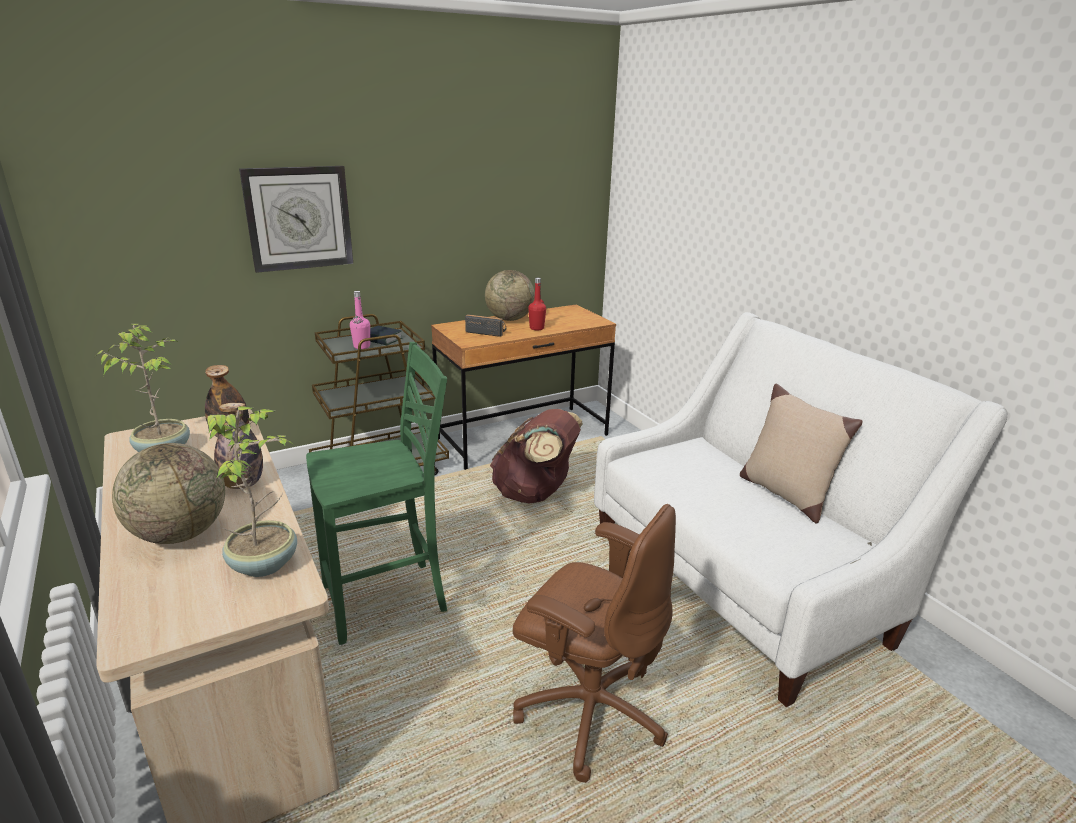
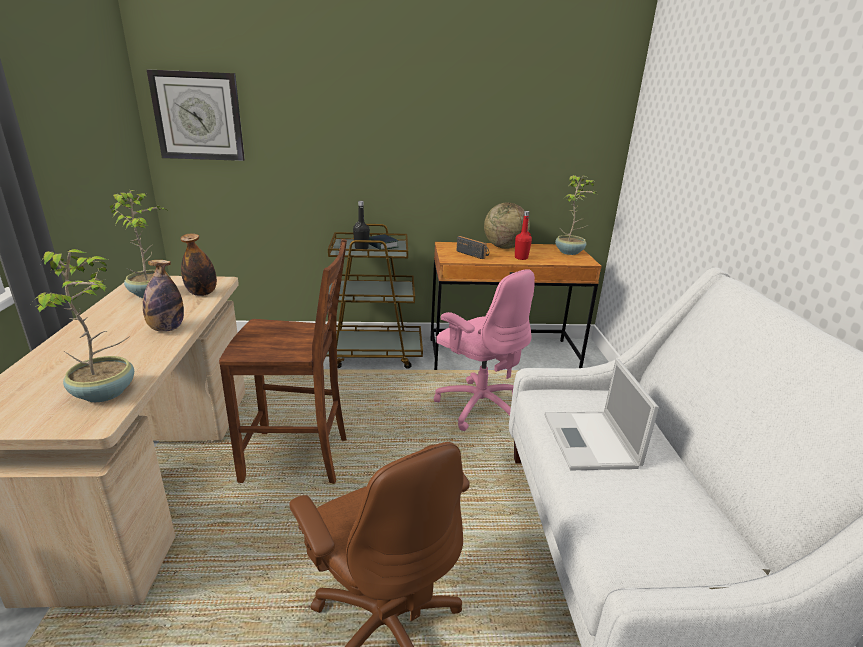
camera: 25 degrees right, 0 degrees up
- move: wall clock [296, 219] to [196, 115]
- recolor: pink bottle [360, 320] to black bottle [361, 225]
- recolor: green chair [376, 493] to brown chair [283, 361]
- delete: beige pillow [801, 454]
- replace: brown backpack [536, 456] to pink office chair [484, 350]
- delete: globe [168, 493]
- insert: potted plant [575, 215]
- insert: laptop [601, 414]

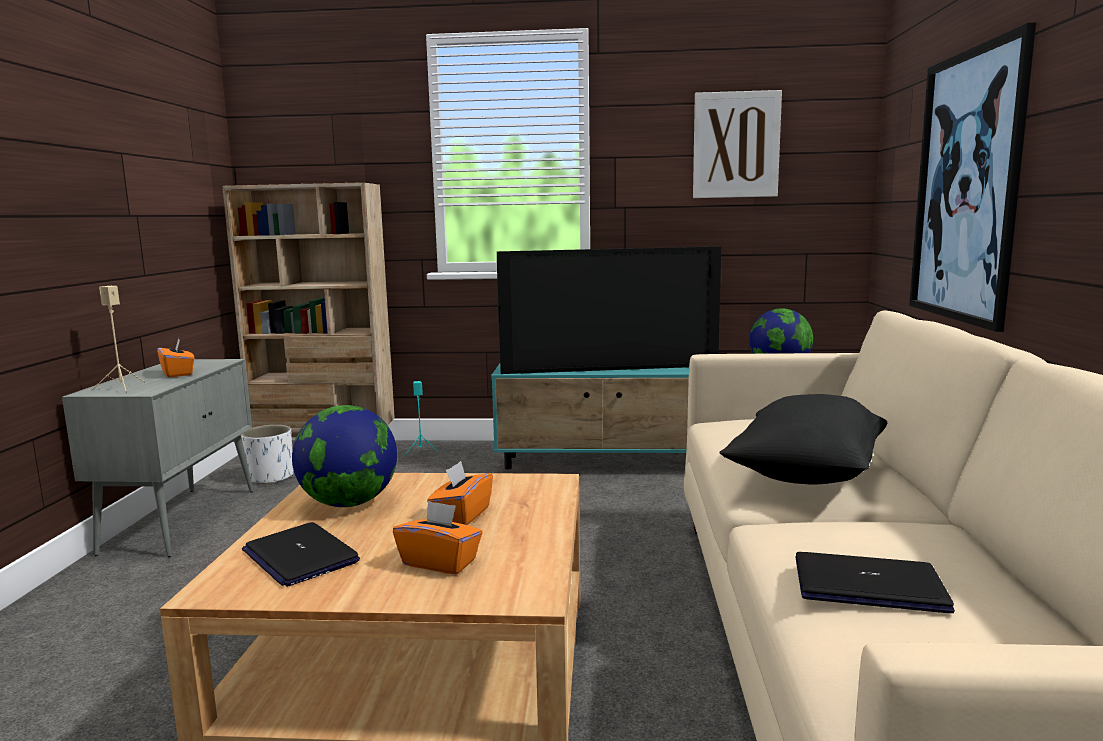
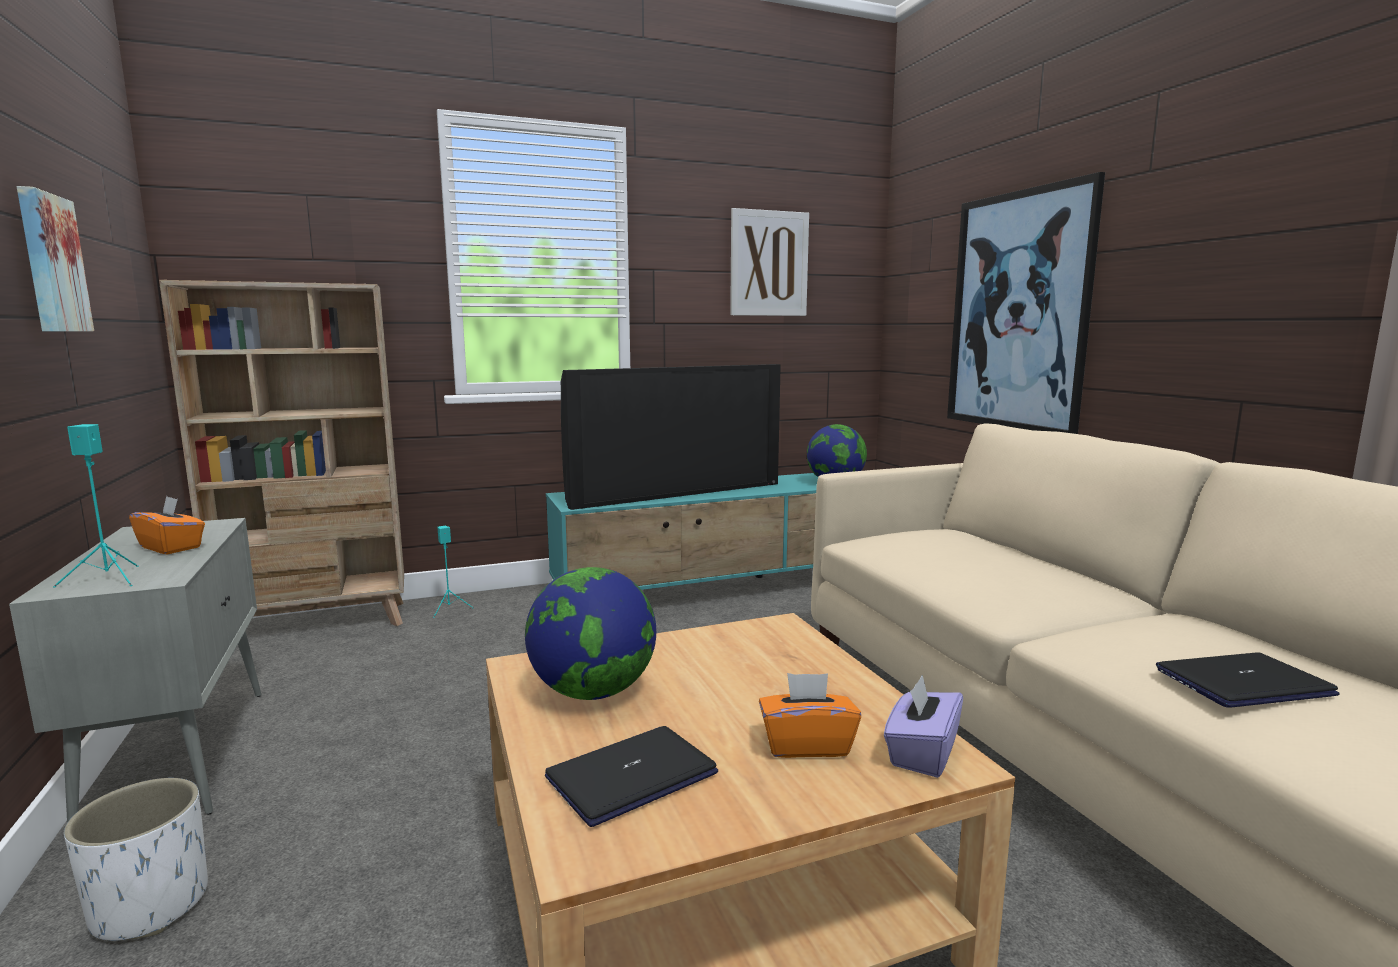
camera: 25 degrees left, 0 degrees up
- recolor: beige speaker [119, 340] to turquoise speaker [96, 506]
- delete: black pillow [803, 439]
- move: white planter [267, 455] to [136, 859]
- delete: orange tissue box [460, 493]
- rotate: laptop [301, 554] = [631, 776] 120 degrees clockwise
- insert: picture [55, 259]
- insert: purple tissue box [923, 726]

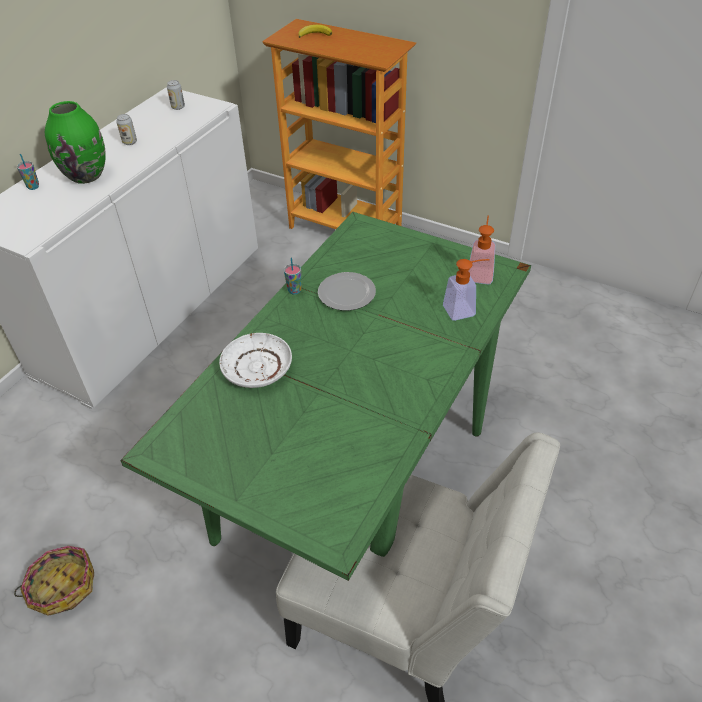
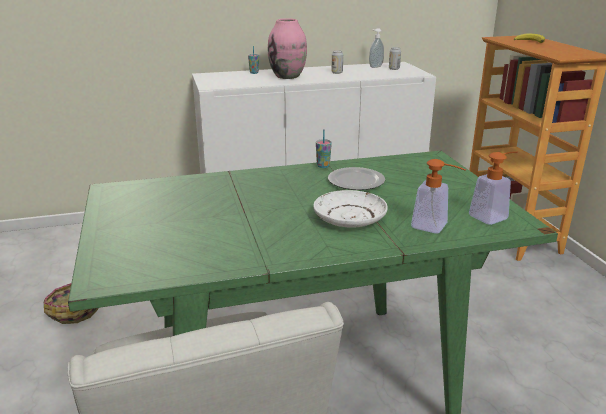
camera: 45 degrees right, 20 degrees down
- recolor: green vase [75, 142] to pink vase [287, 48]
- move: white plate [255, 360] to [350, 209]
- insert: soap dispenser [376, 48]

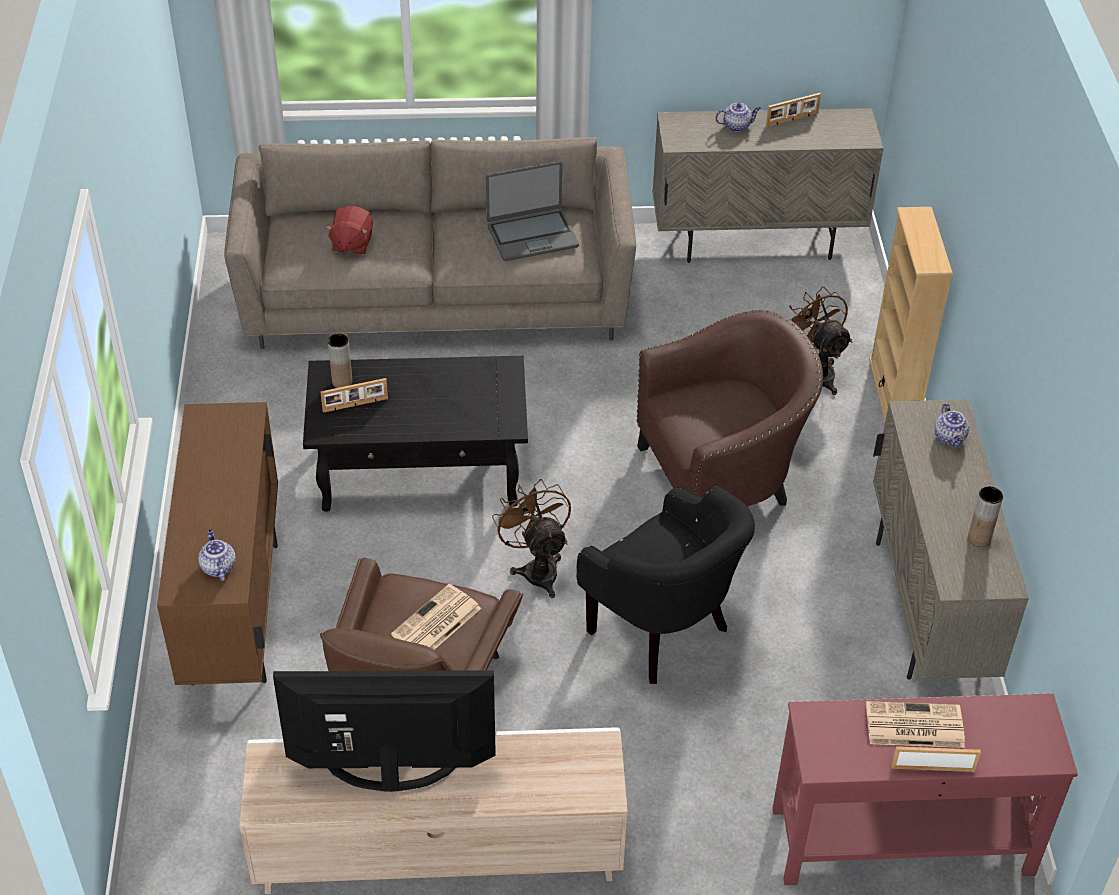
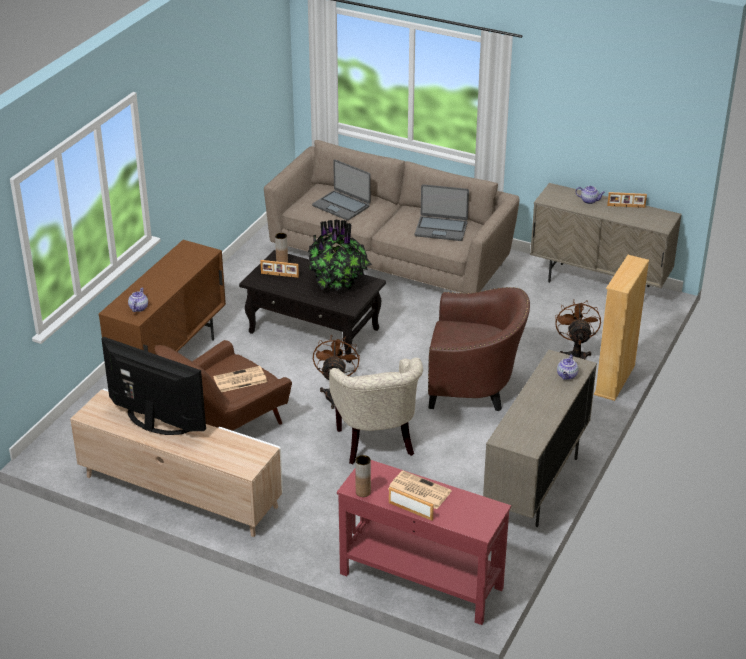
camera: 30 degrees right, 10 degrees down
- replace: red plush toy [349, 230] to laptop [341, 190]
- recolor: black armchair [665, 585] to beige armchair [376, 411]
- move: brown vase [985, 516] to [363, 476]
- insert: potted plant [340, 255]

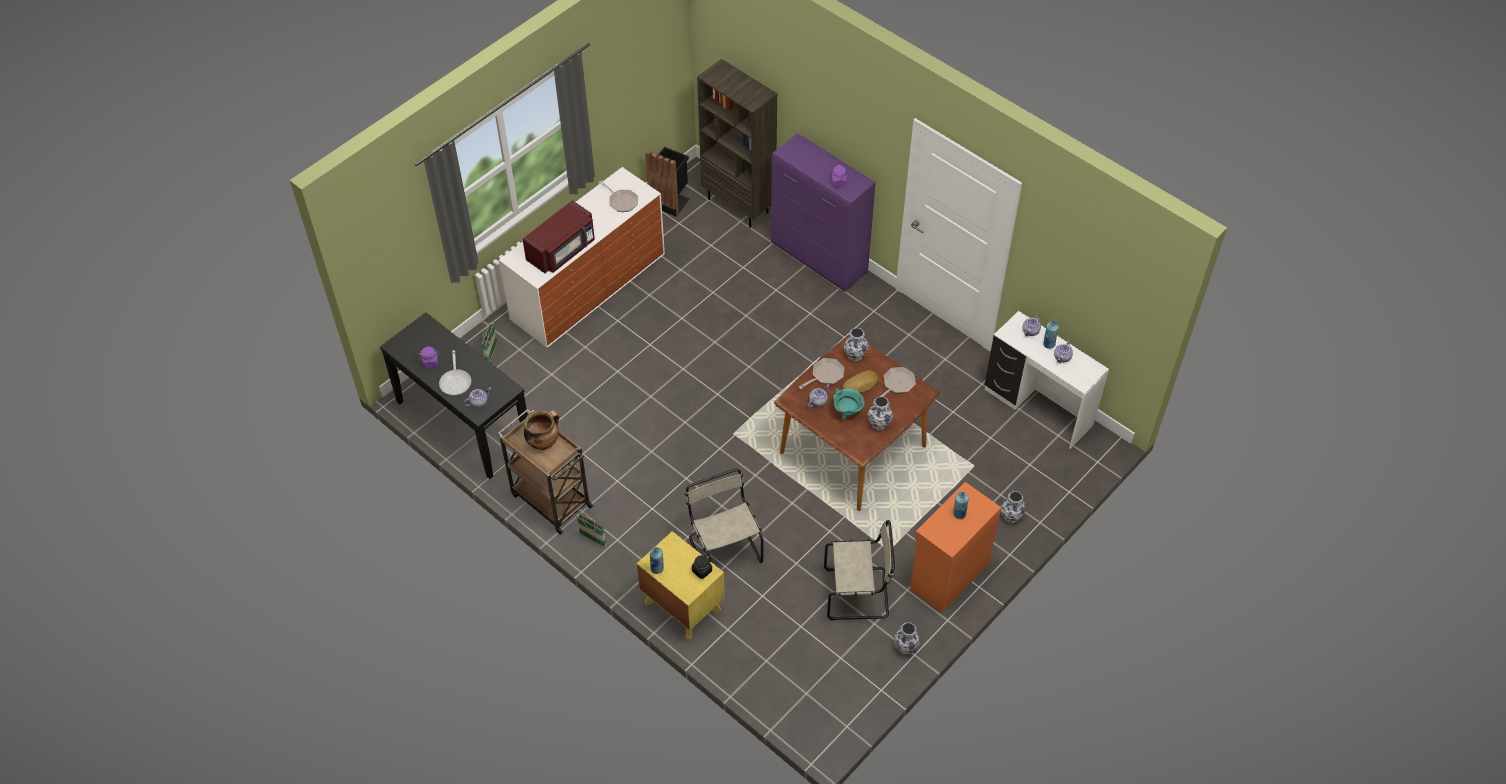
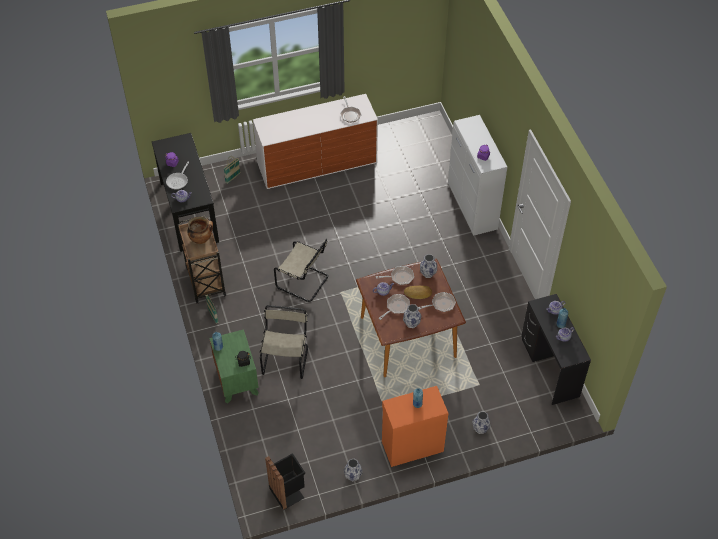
camera: 30 degrees right, 0 degrees up
- delete: brown bookcase [737, 143]
- recolor: purple cabinet [823, 212] to white cabinet [477, 175]
- move: black trash can [667, 182] to [285, 481]
- delete: red microwave [558, 236]
- recolor: white desk [1047, 380] to black desk [556, 349]
- replace: turquoise cooking pot [848, 403] to frying pan [394, 307]
- move: beige chair [859, 570] to [301, 270]
- recolor: yellow nightstand [681, 585] to green nightstand [234, 366]

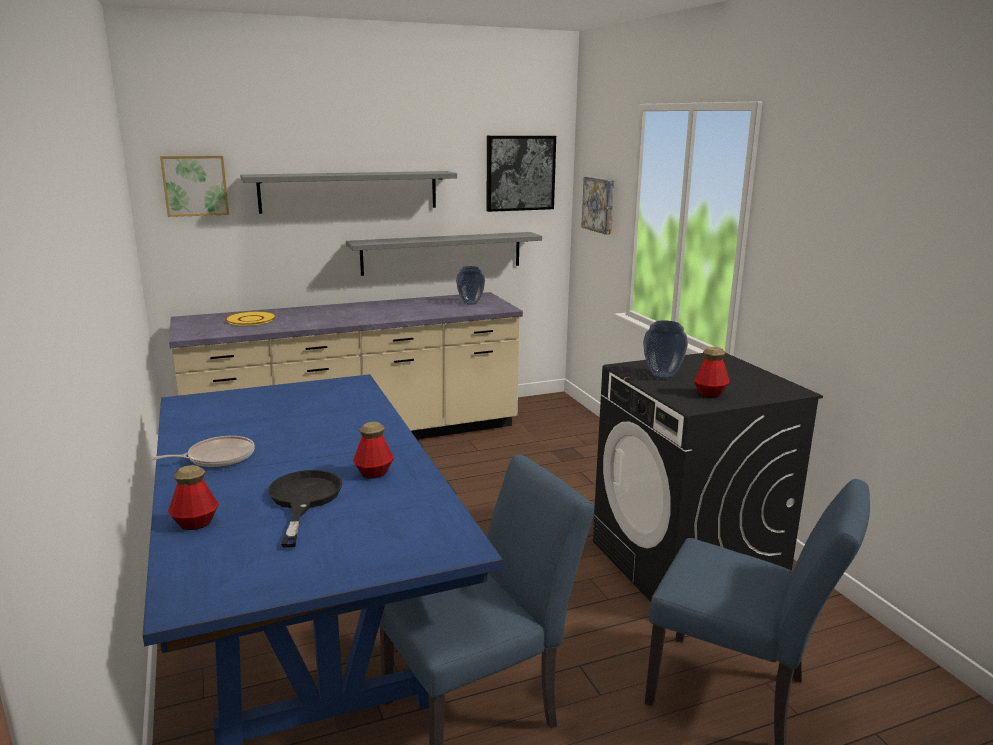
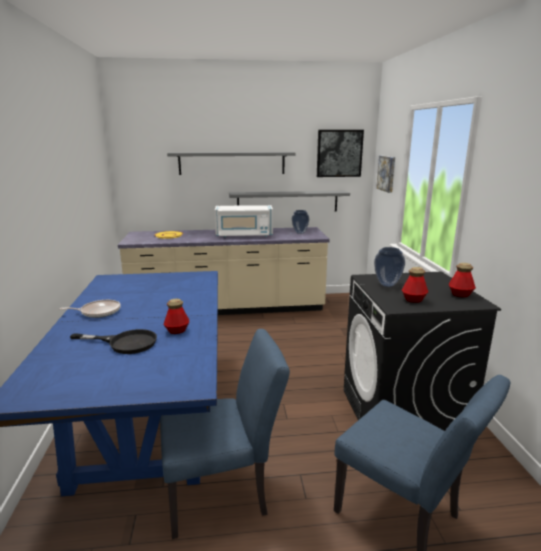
camera: 15 degrees right, 0 degrees up
- delete: picture [194, 186]
- move: bottle [193, 497] to [462, 280]
- rotate: black frying pan [305, 509] = [113, 341] 90 degrees clockwise
- insert: white microwave [244, 221]

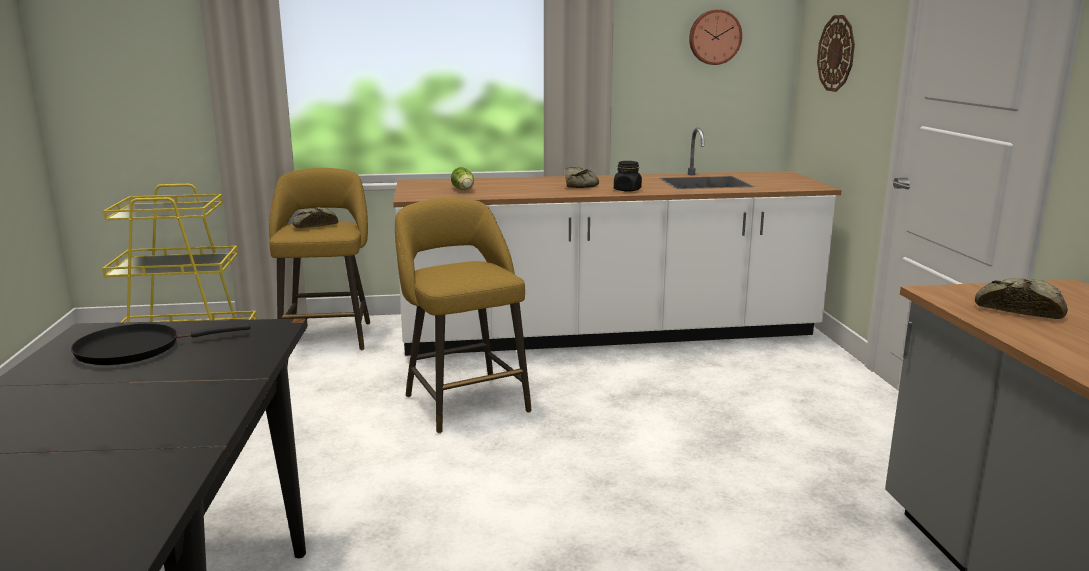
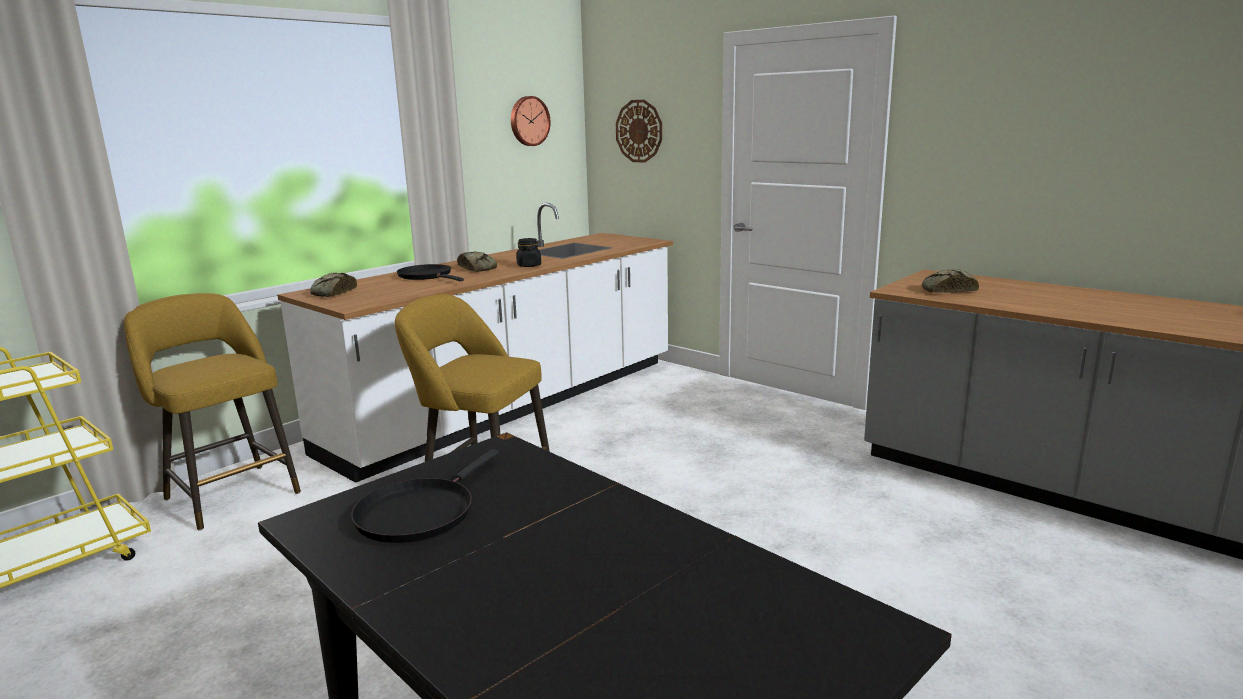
camera: 40 degrees left, 0 degrees up
- delete: lettuce [462, 178]
- move: bread [315, 217] to [333, 285]
- insert: black frying pan [430, 272]

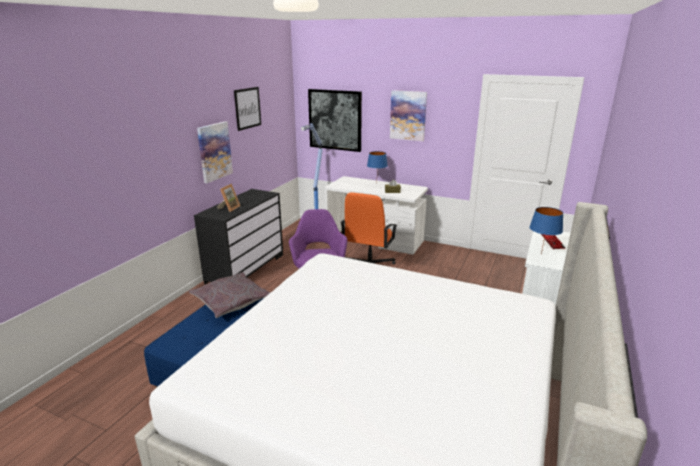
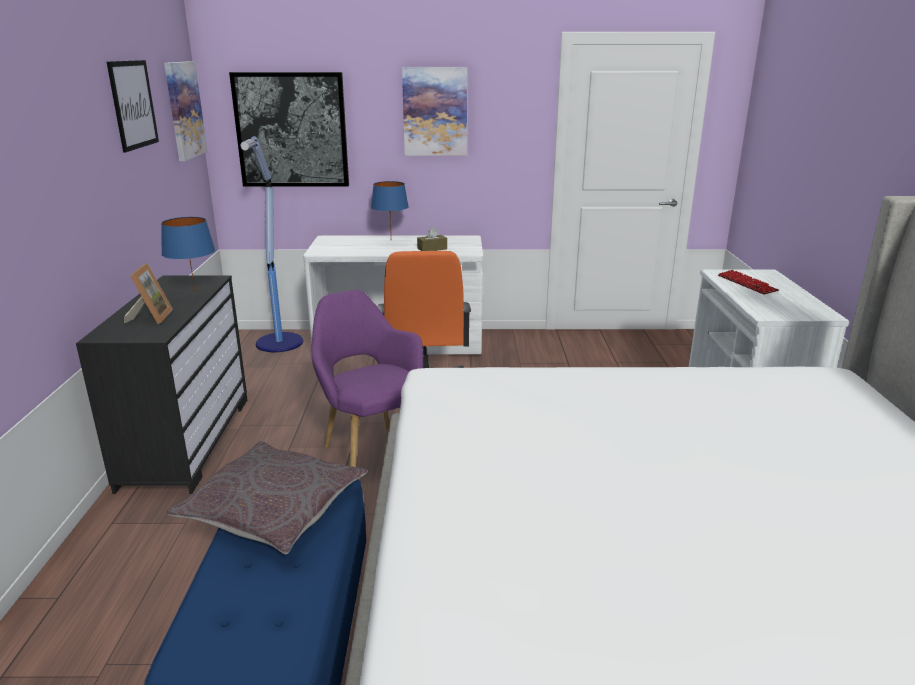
camera: 25 degrees left, 0 degrees up
- move: picture [215, 152] to [186, 111]
- move: blue table lamp [546, 231] to [188, 256]

